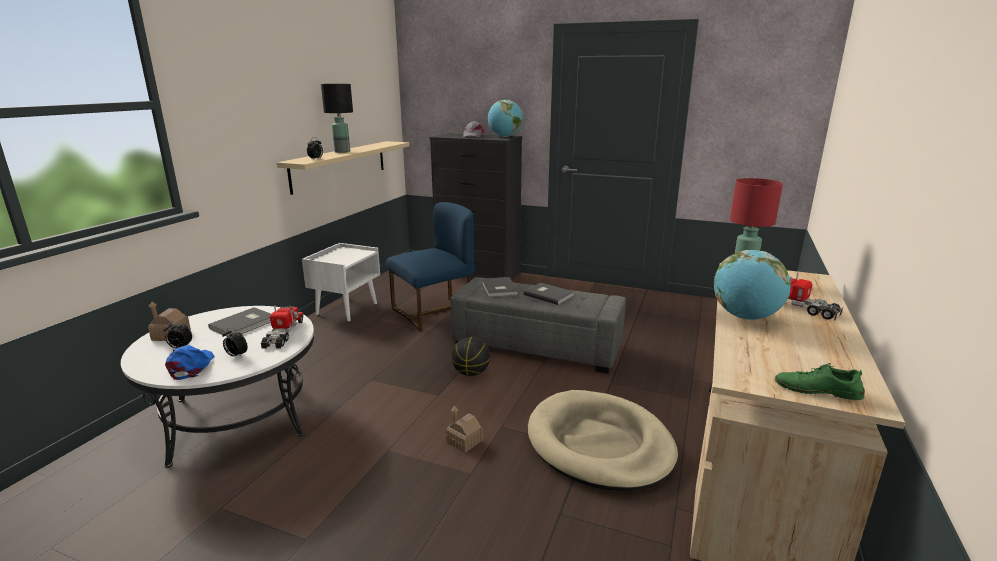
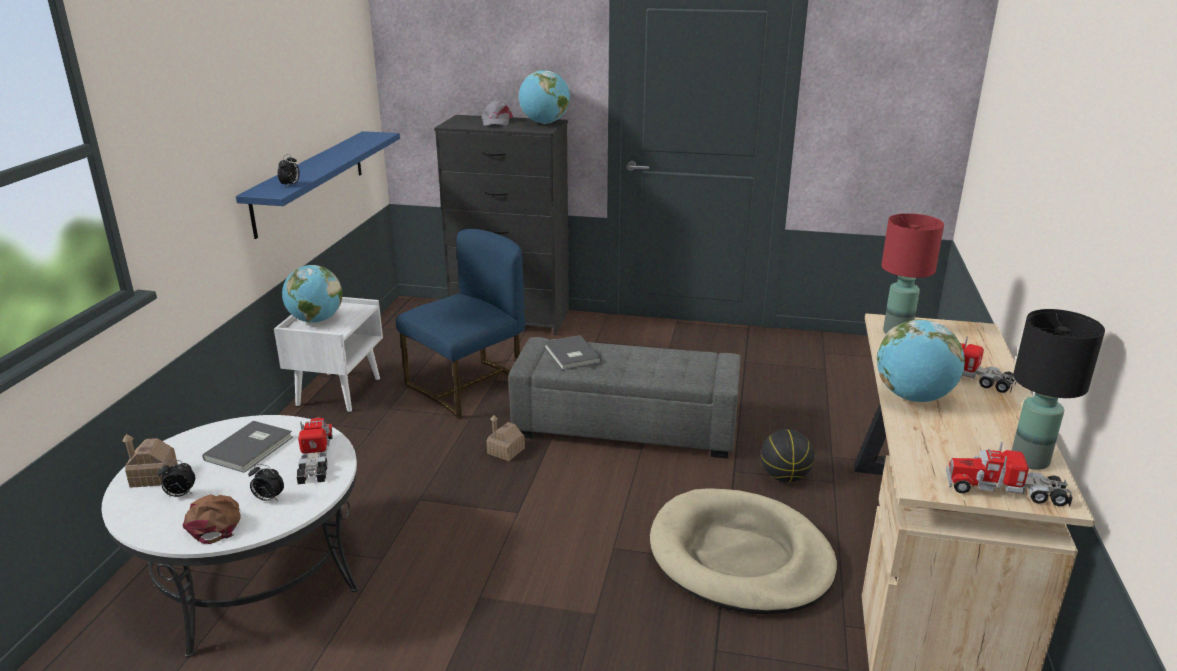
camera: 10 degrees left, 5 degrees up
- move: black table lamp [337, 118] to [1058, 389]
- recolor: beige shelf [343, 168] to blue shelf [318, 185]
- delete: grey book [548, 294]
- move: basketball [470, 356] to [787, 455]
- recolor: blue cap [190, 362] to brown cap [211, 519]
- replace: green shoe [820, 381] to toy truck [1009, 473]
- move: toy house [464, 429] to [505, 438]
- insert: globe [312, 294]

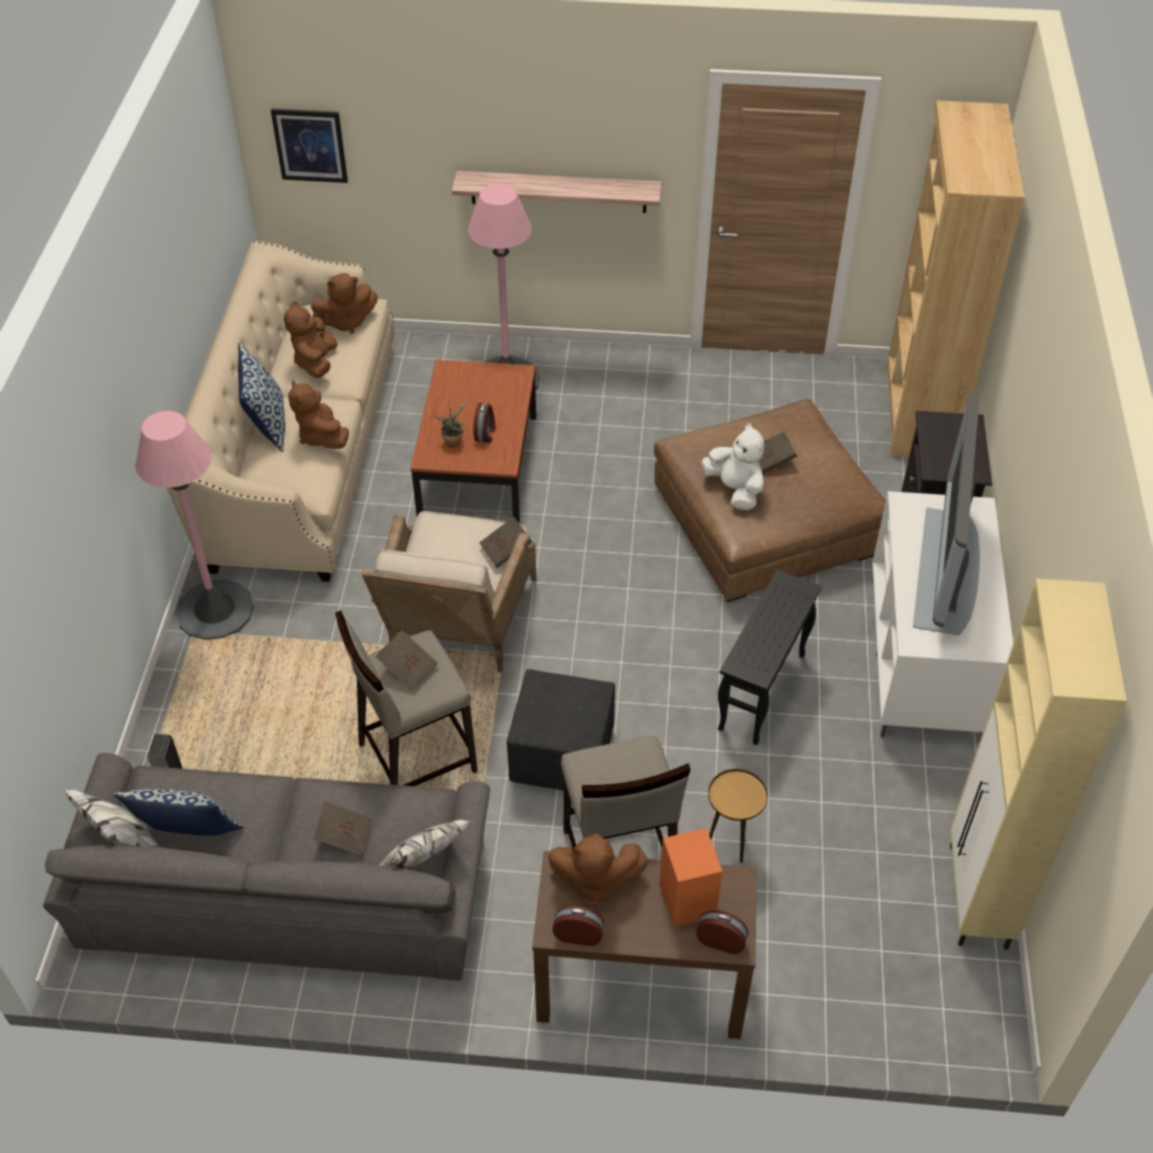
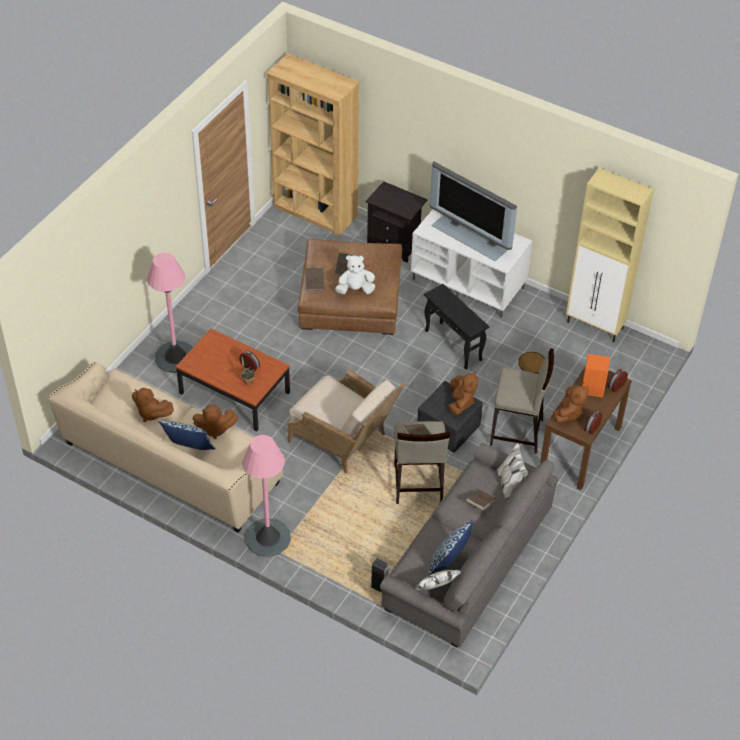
camera: 65 degrees left, 0 degrees up
- delete: picture [309, 145]
- delete: shelf [556, 192]
- move: brown plush toy [344, 303] to [463, 393]
- move: brown book [505, 542] to [314, 279]

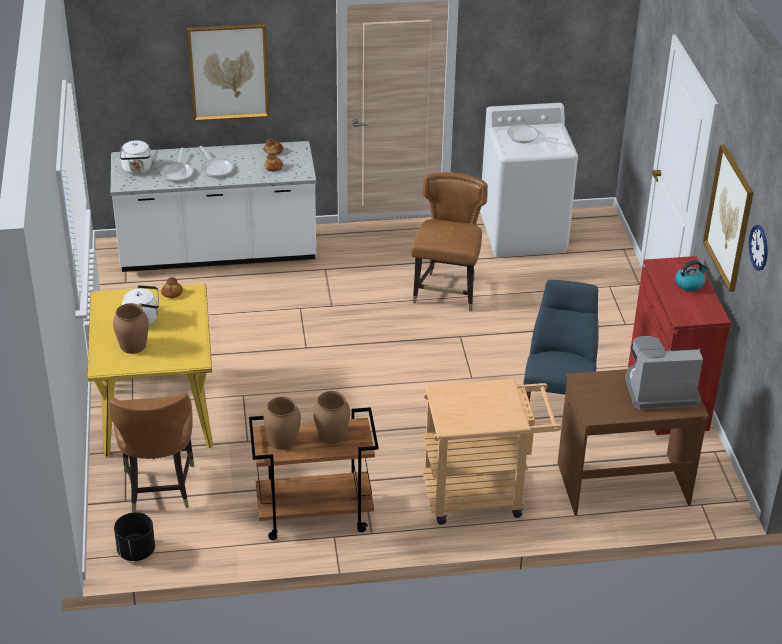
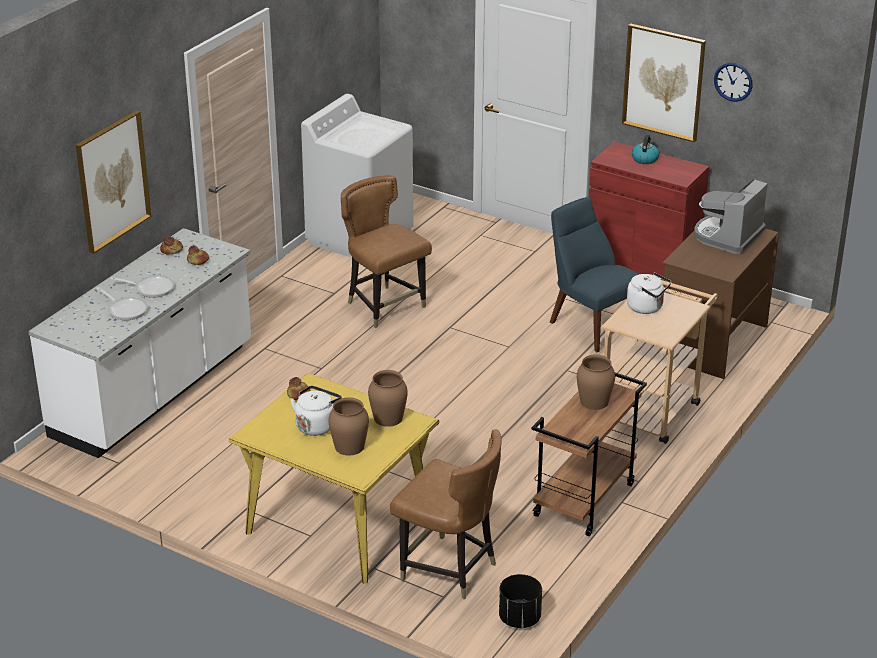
camera: 50 degrees left, 5 degrees down
- delete: frying pan [533, 134]
- move: white kettle [139, 157] to [649, 293]
- move: brown vase [282, 423] to [388, 398]

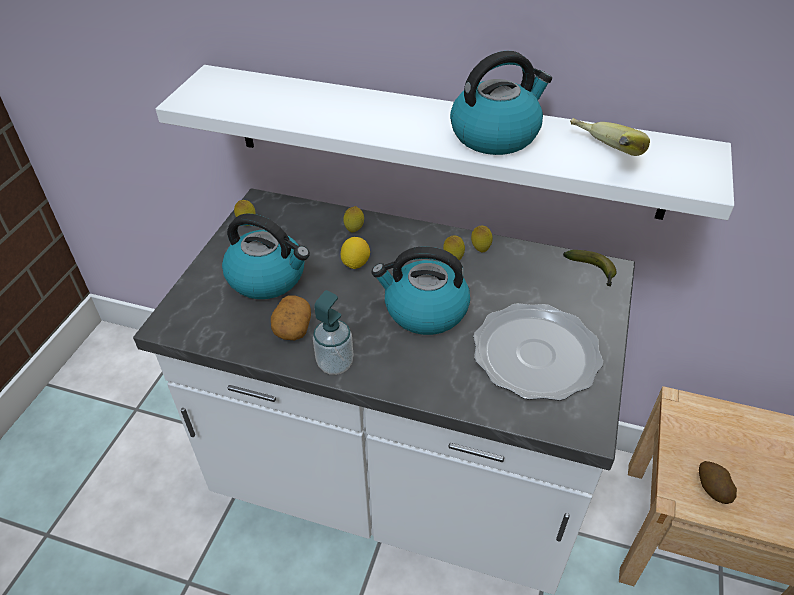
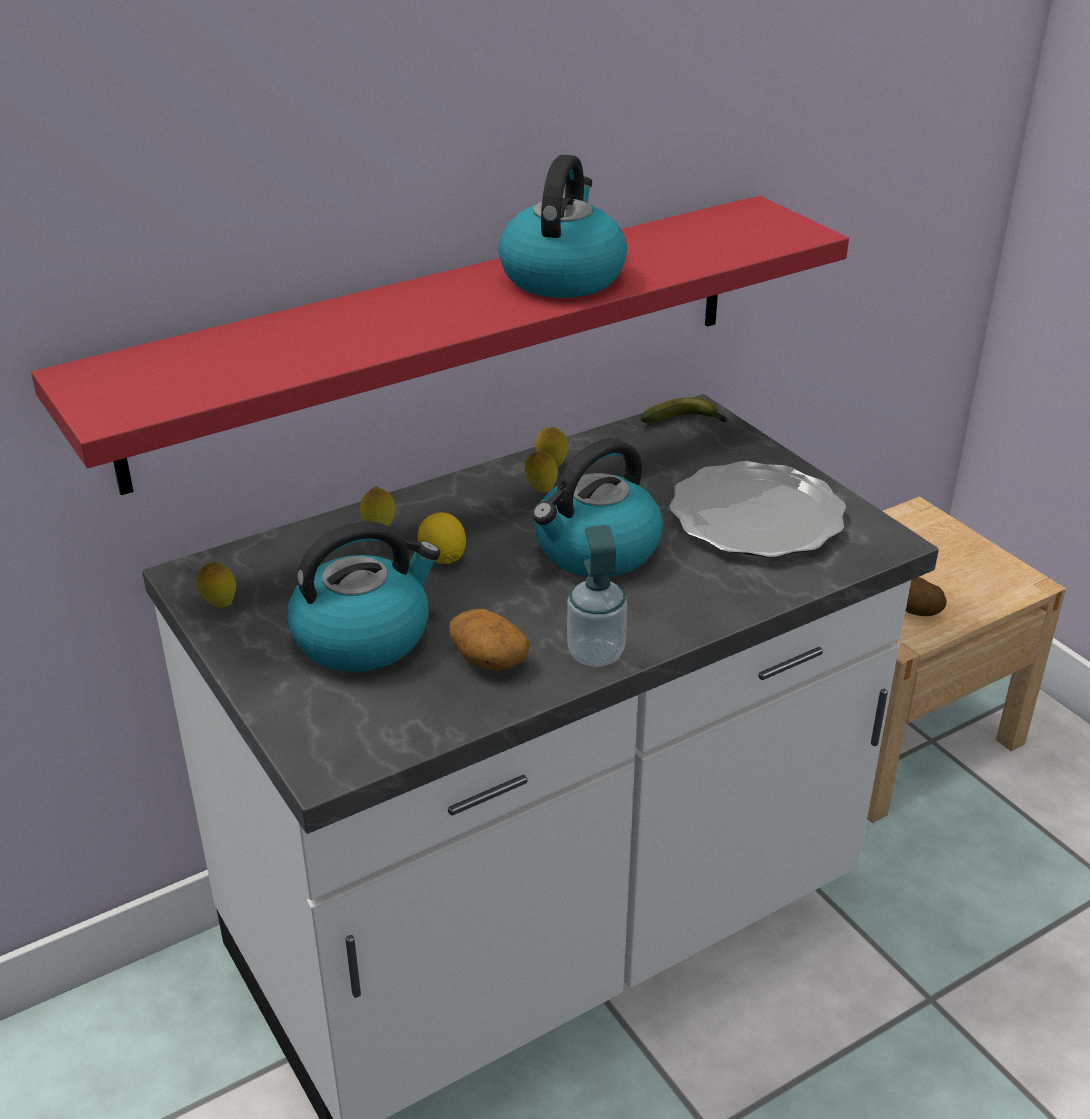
camera: 50 degrees left, 10 degrees down
- recolor: white shelf [445, 142] to red shelf [440, 345]
- delete: banana [610, 137]

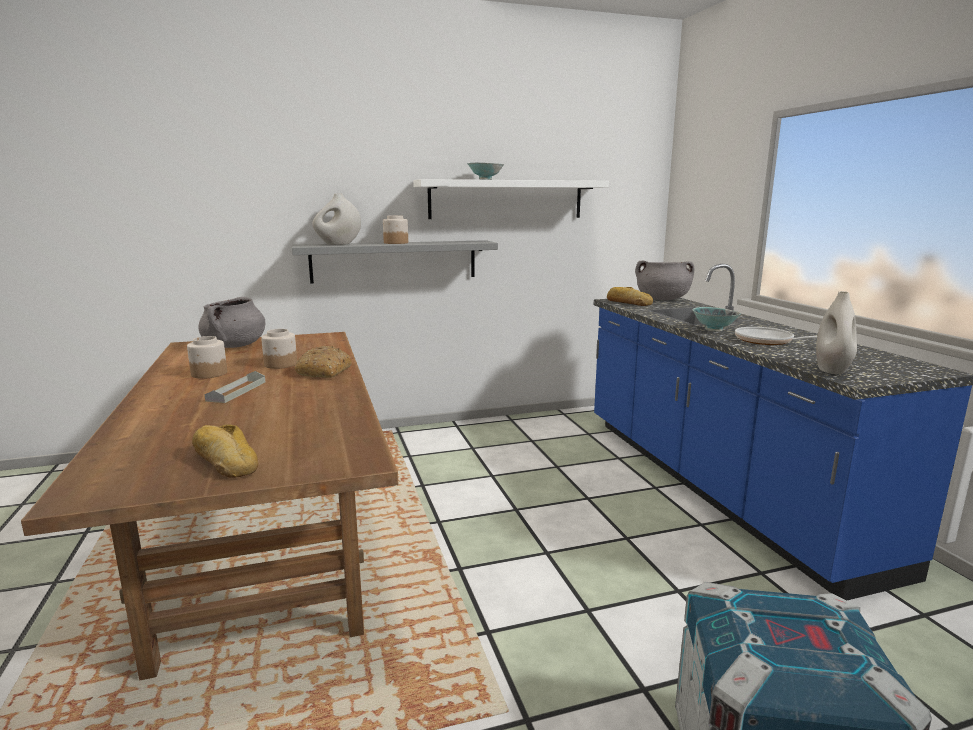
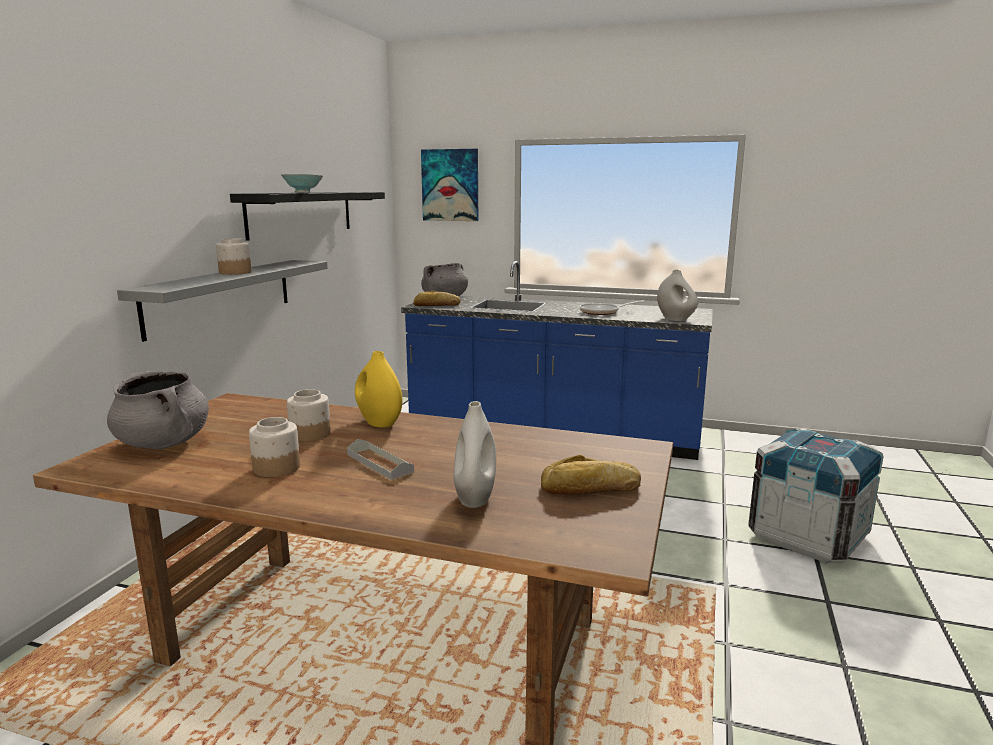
camera: 55 degrees left, 0 degrees up
- recolor: white shelf [511, 199] to black shelf [307, 216]
- move: white vase [337, 219] to [474, 454]
- delete: bowl [716, 319]
- replace: bread [323, 362] to yellow vase [378, 389]
- insert: picture [449, 185]

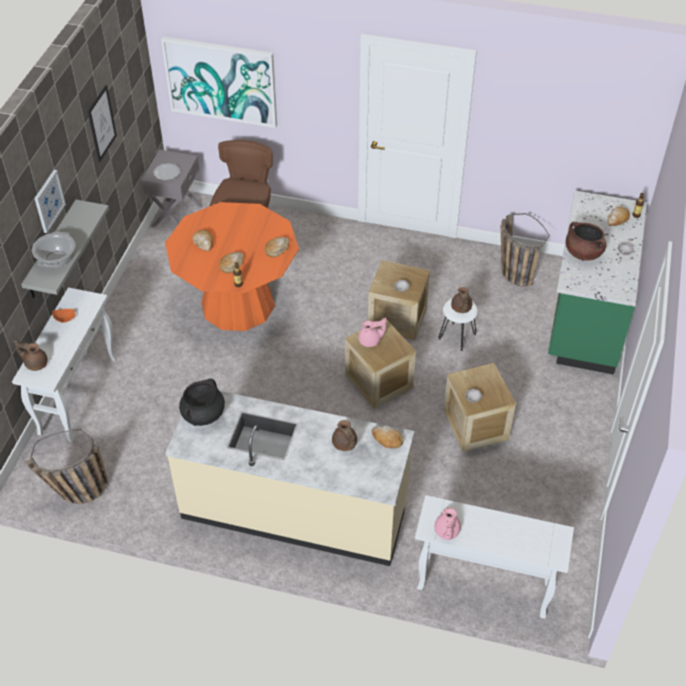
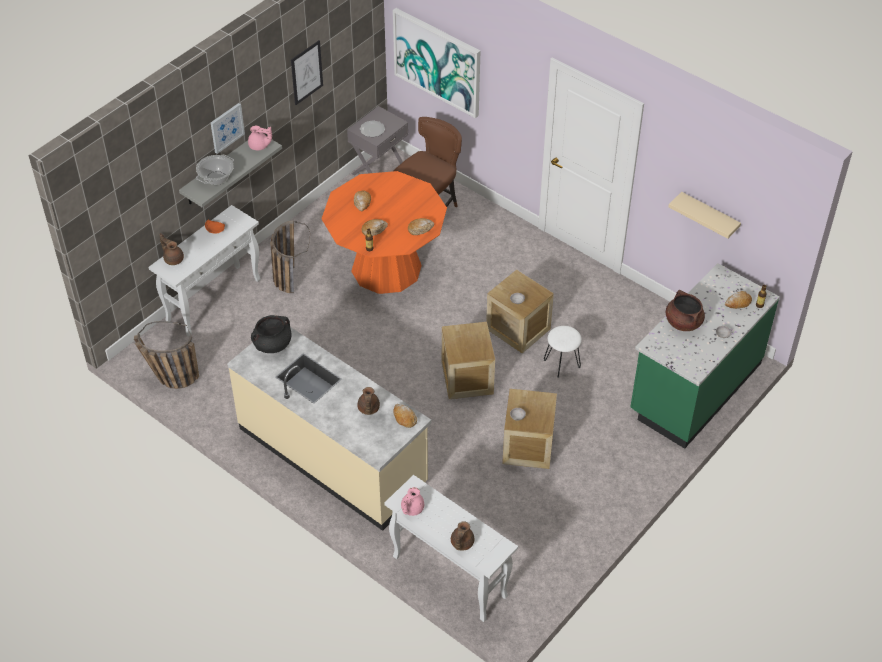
camera: 25 degrees right, 0 degrees up
- move: basket [525, 249] to [290, 256]
- move: brown teapot [461, 300] to [462, 536]
- move: pink teapot [372, 332] to [260, 138]
- insert: beige shelf [704, 215]

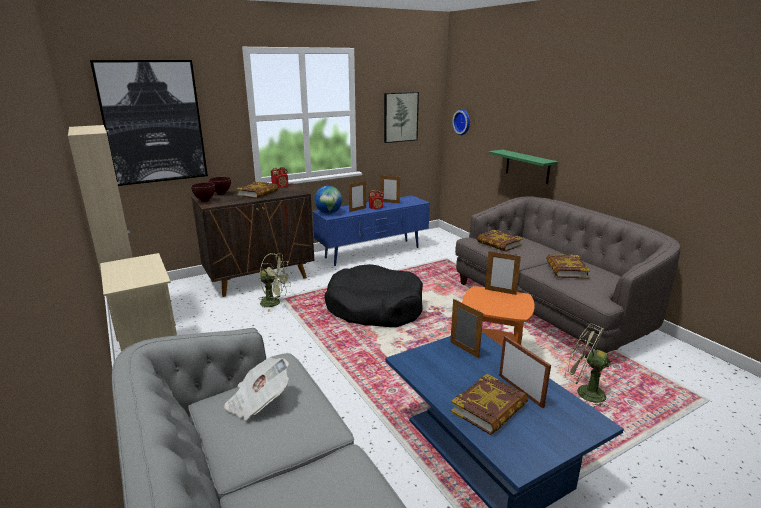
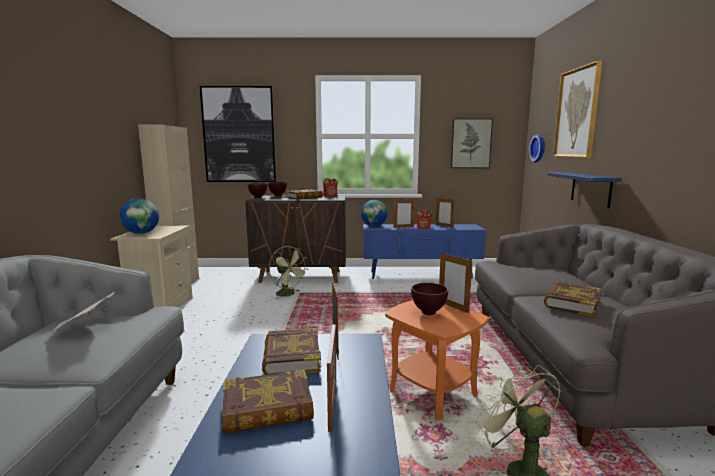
camera: 30 degrees right, 10 degrees down
- recolor: green shelf [523, 167] to blue shelf [584, 190]
- move: book [500, 241] to [291, 351]
- delete: black dog bed [373, 295]
- insert: picture [577, 109]
- insert: globe [139, 216]
- insert: brown bowl [429, 299]

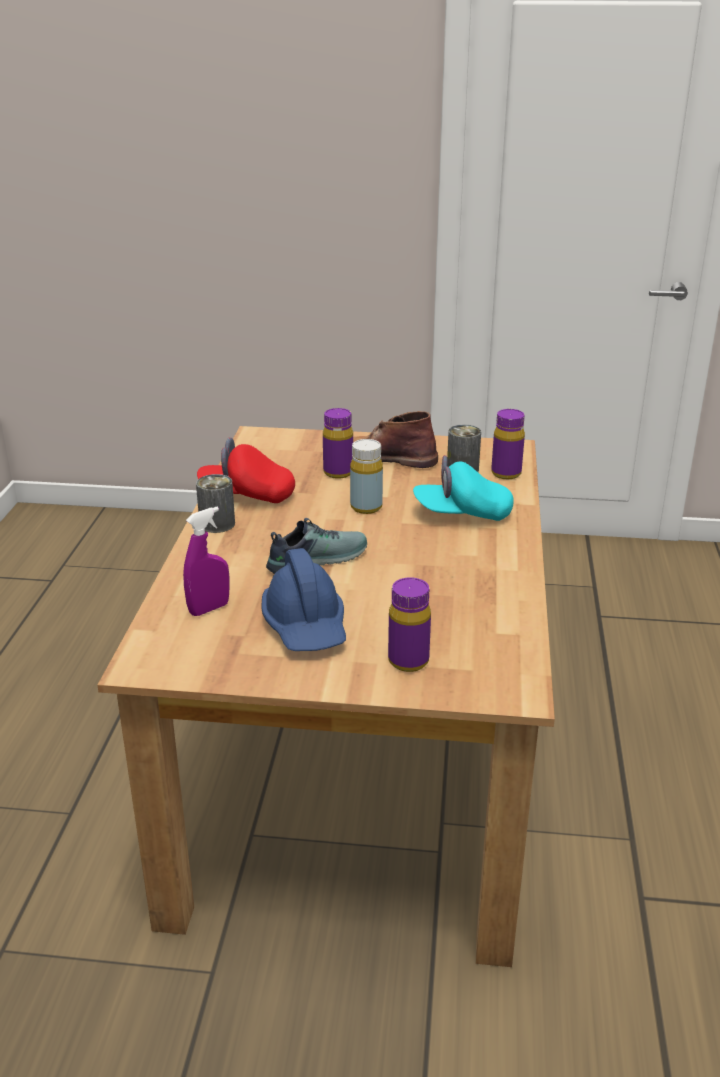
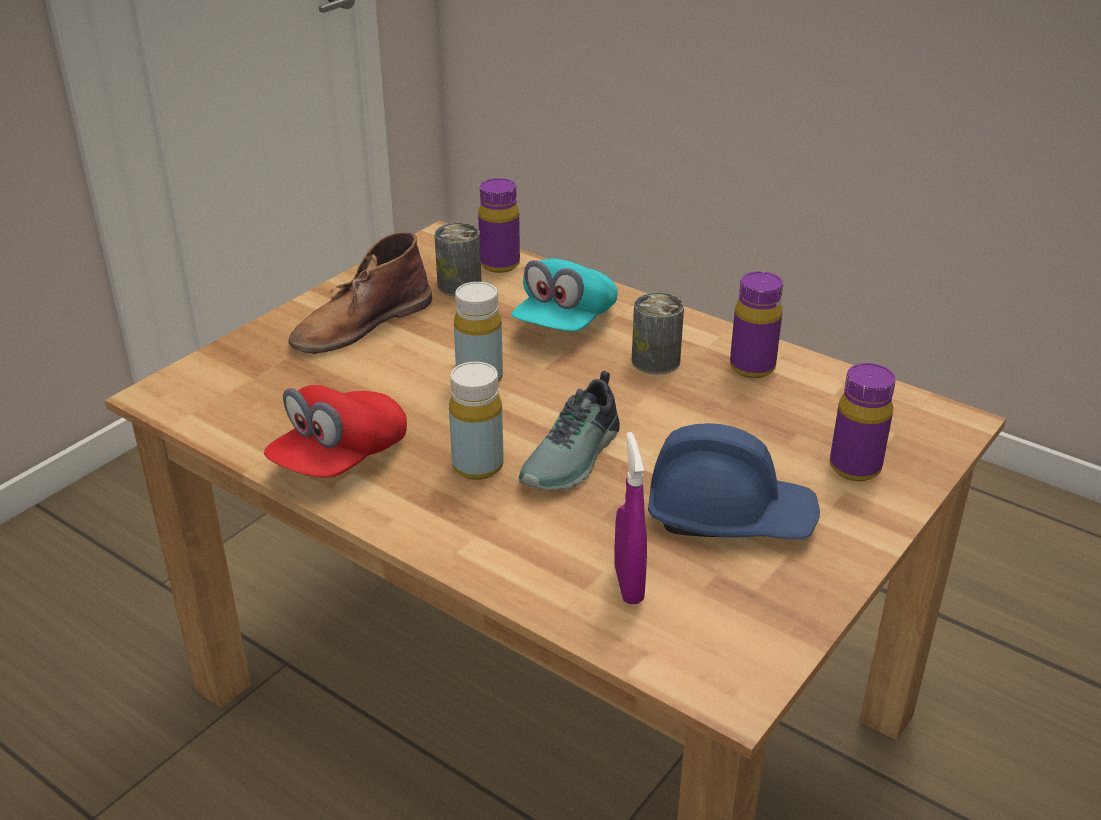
camera: 60 degrees left, 5 degrees up
- move: purple bottle [338, 443] to [756, 324]
- move: can [215, 503] to [658, 333]
- rotate: shoe [316, 546] = [569, 431] 150 degrees counterclockwise
- insert: yellow bottle [476, 421]

